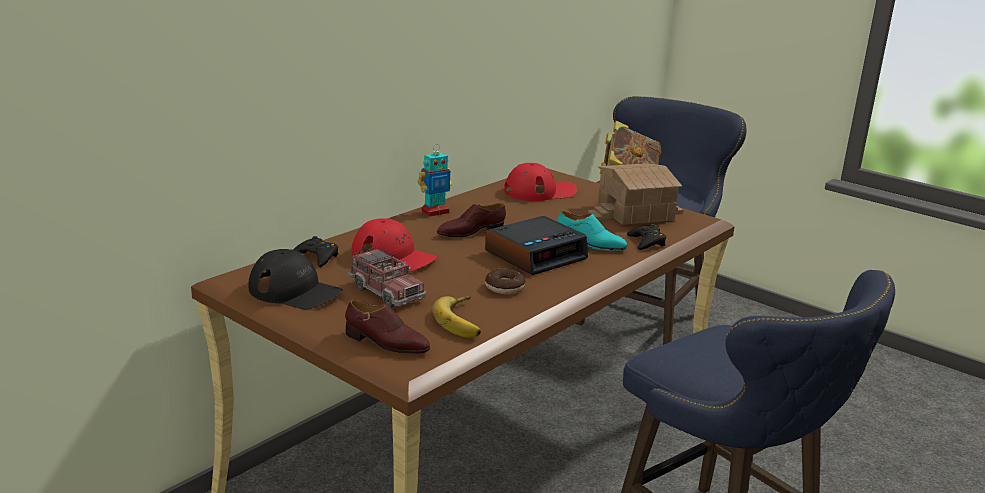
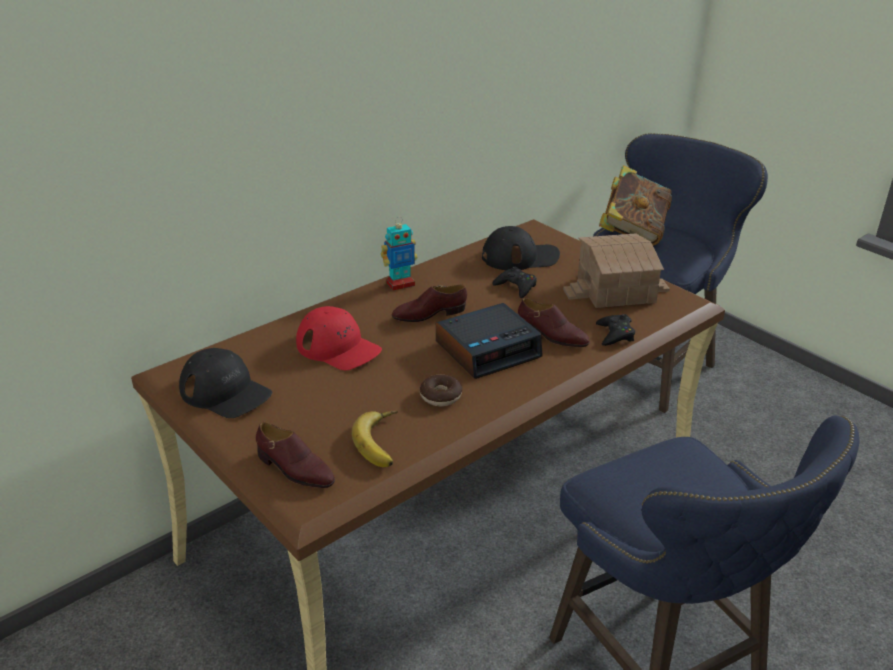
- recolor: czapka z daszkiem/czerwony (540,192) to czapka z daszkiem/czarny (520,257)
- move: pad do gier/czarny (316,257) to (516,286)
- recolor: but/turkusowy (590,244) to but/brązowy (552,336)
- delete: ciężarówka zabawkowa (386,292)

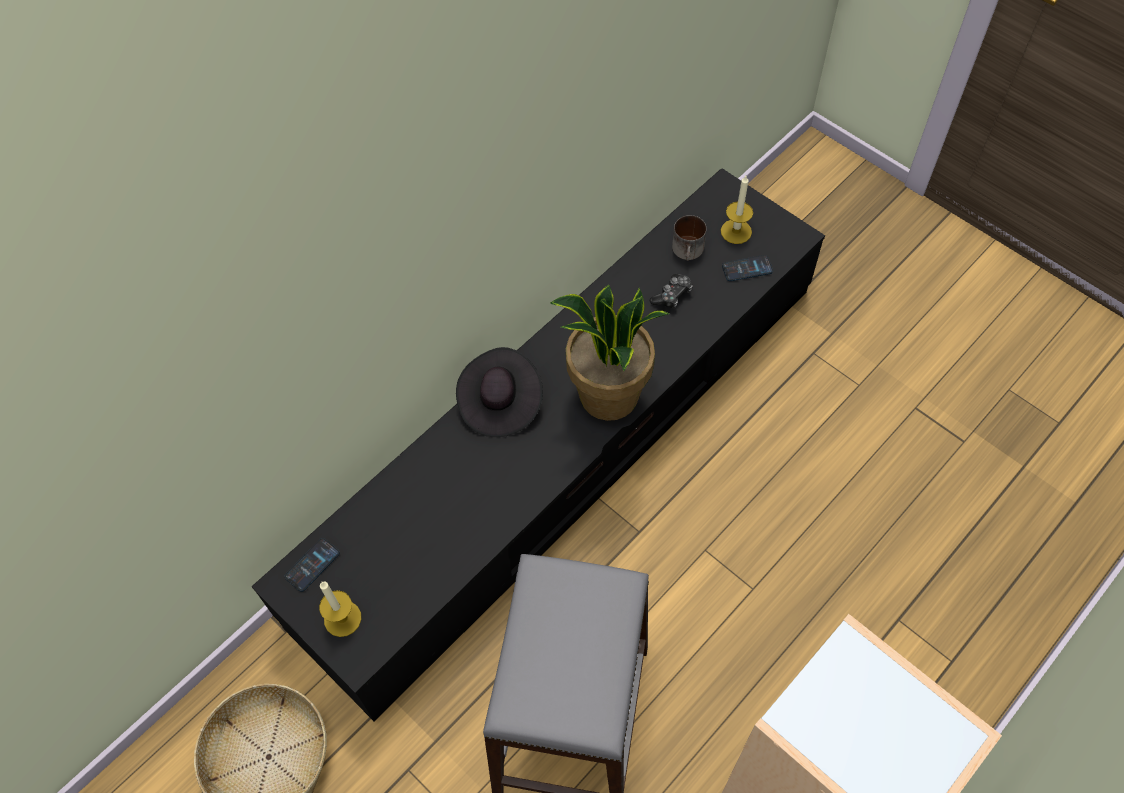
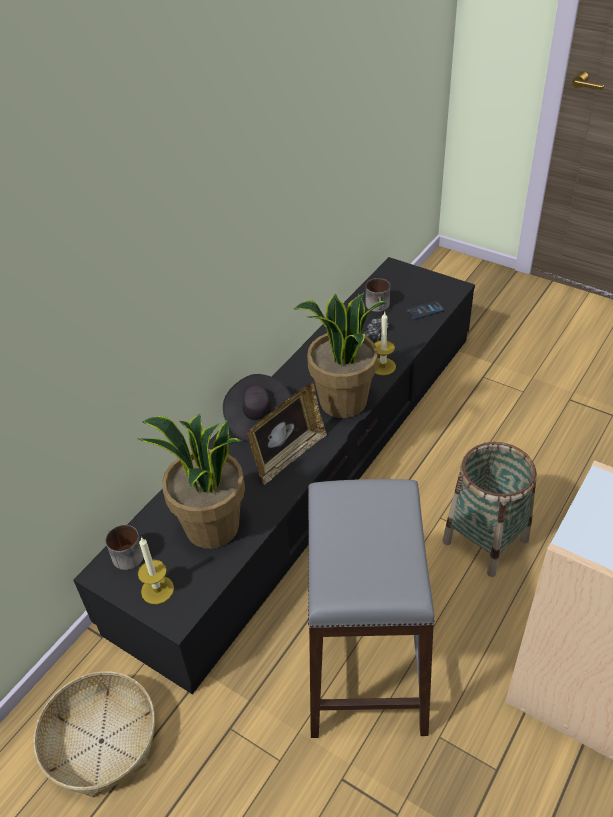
- replace: telefon (312,565) to kubek (124,554)
- insert: roślina doniczkowa (211,528)
- insert: ramka na zdjęcie (288,456)
- move: świeca (736,231) to (383,366)
- insert: koszyk (485,541)

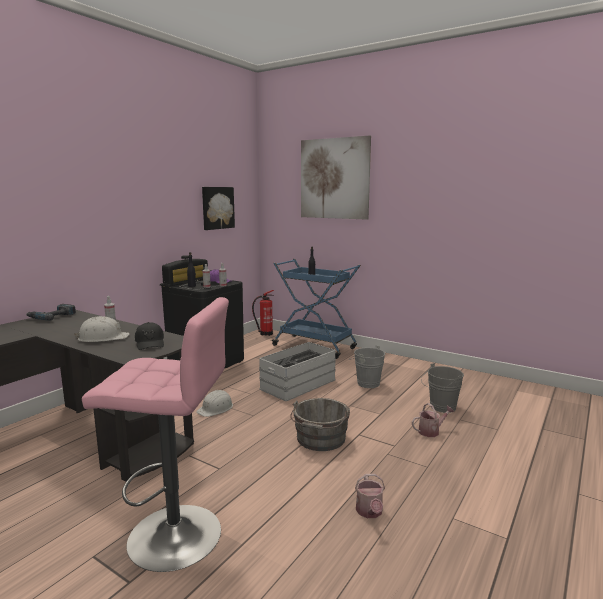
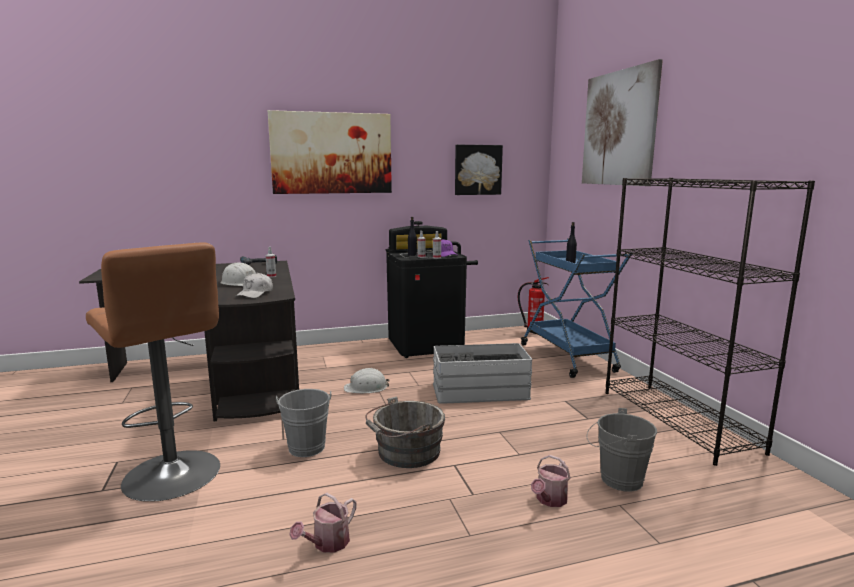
- recolor: stołek/różowy (175,537) to stołek/brązowy (171,475)
- recolor: czapka z daszkiem/czarny (150,343) to czapka z daszkiem/biały (255,294)
- insert: obraz (332,153)
- move: wiadro/szary (366,383) to (307,445)
- rotate: konewka (431,431) = (549,500) 105 degrees clockwise
- insert: regał/czarny (678,420)

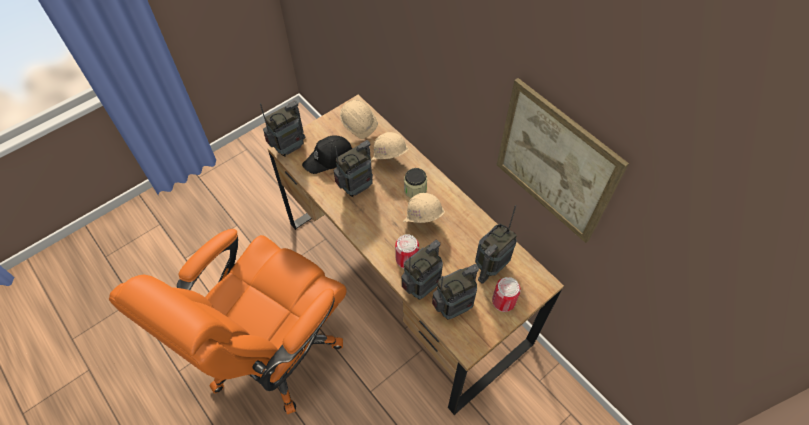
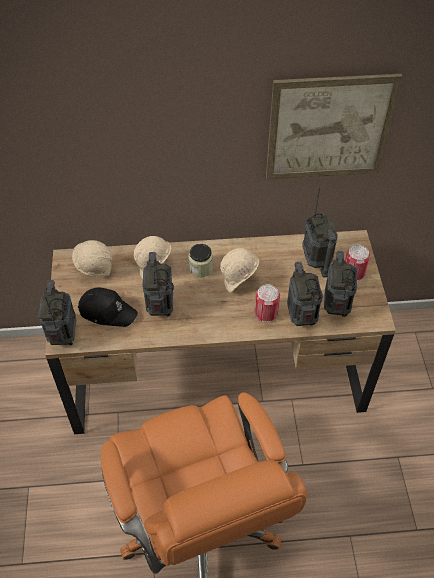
- rotate: czapka z daszkiem/czarny (329,158) = (107,311) 75 degrees counterclockwise

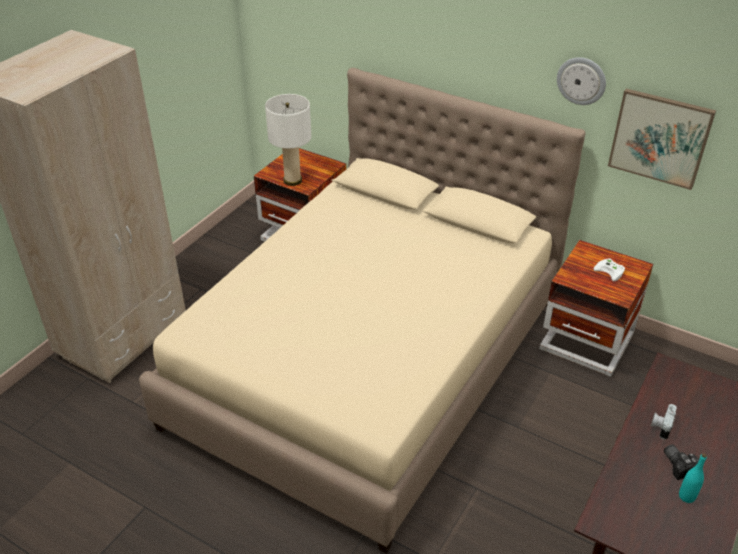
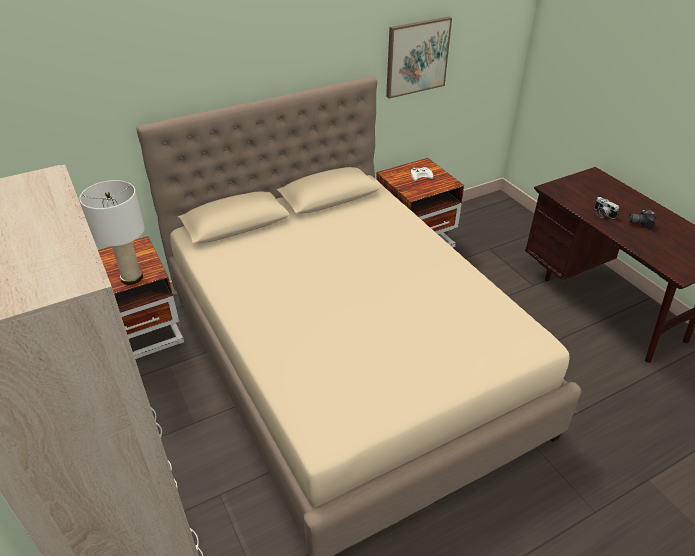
- delete: zegar ścienny (581,80)
- delete: butelka/turkusowy (686,496)

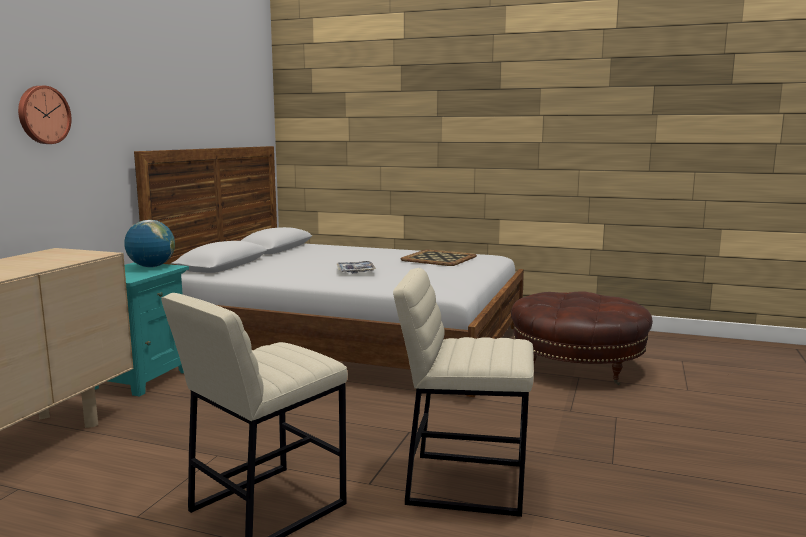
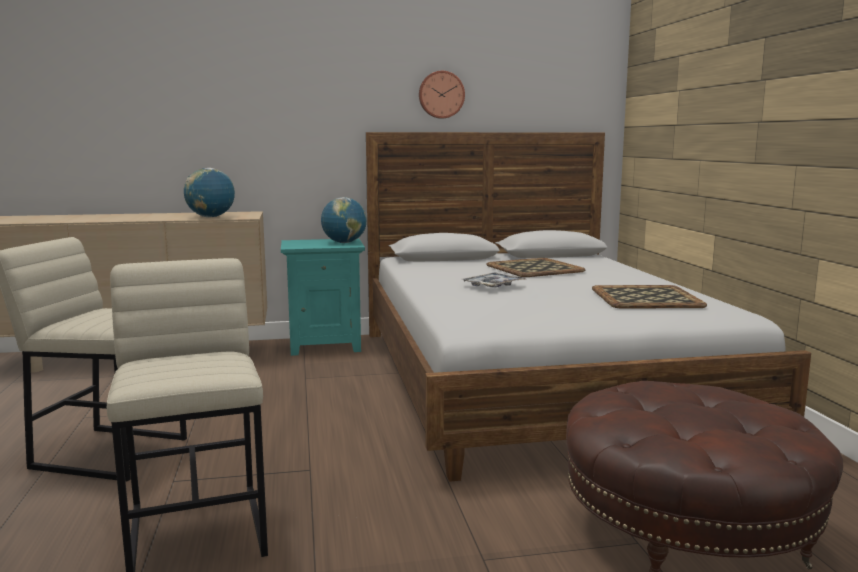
- insert: globus (210,217)
- move: zegar ścienny (43,115) to (441,94)
- insert: taca (533,268)

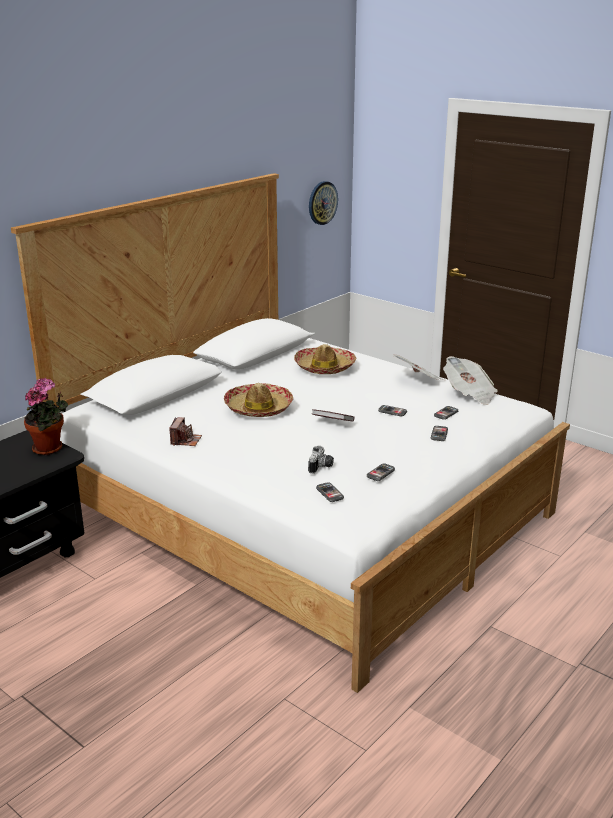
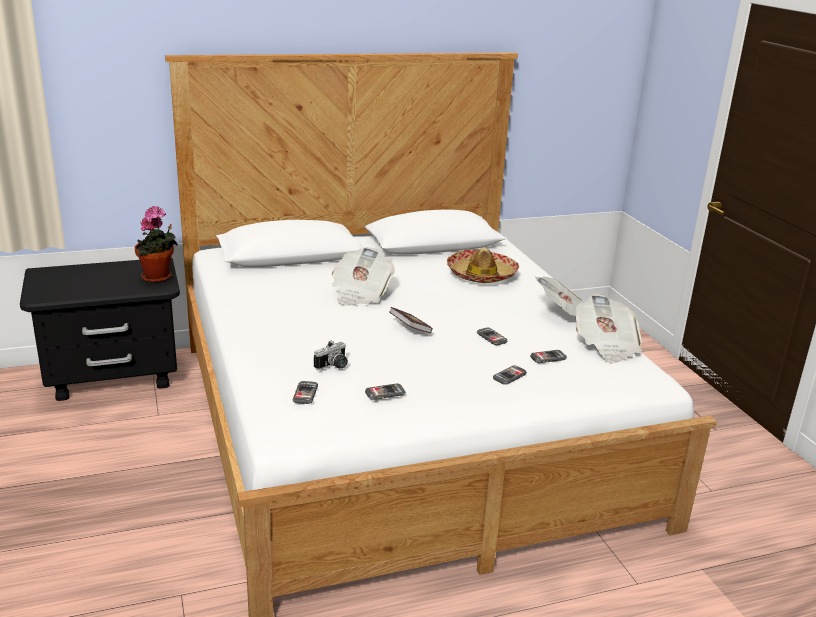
- replace: kapelusz (258,408) to gazeta (360,293)
- delete: aparat fotograficzny (185,440)
- delete: zegar ścienny (322,203)

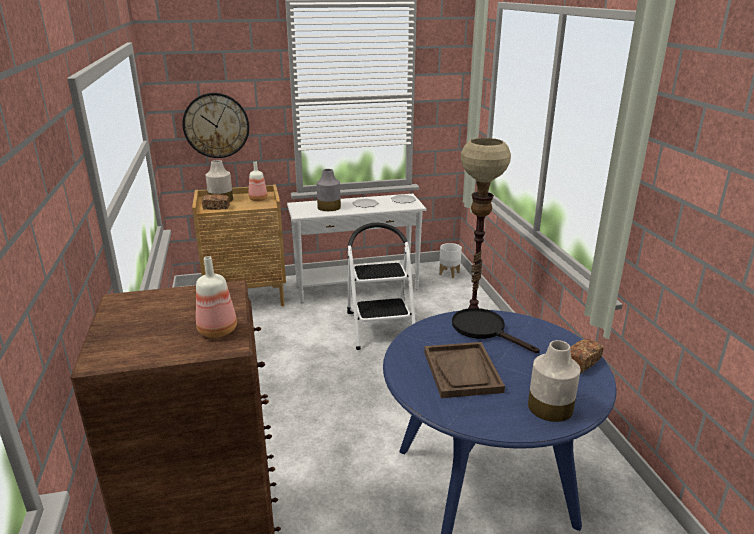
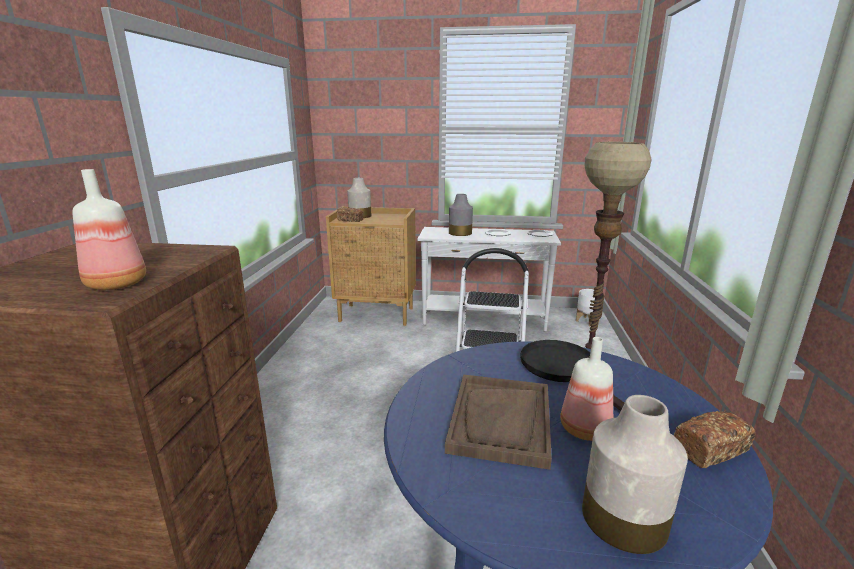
- move: butelka (259,199) to (586,430)
- delete: zegar ścienny (216,125)

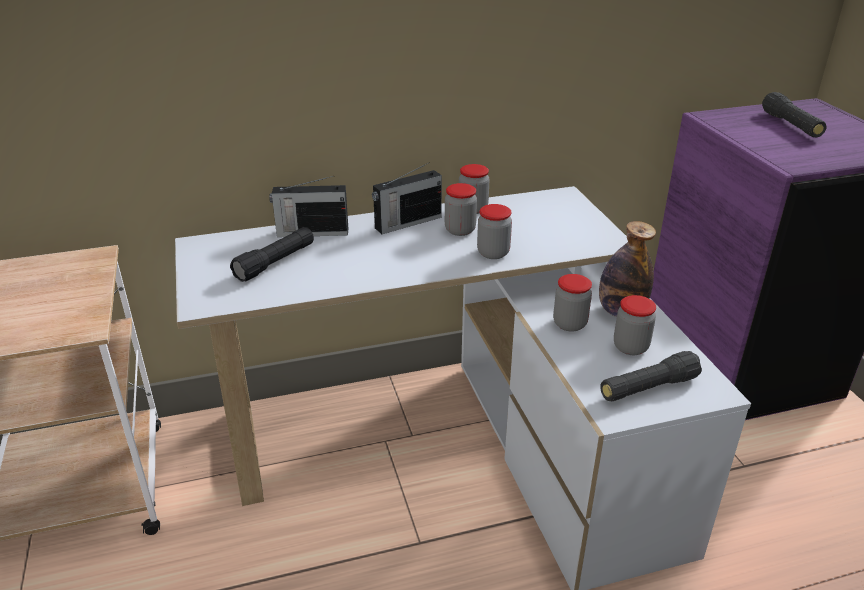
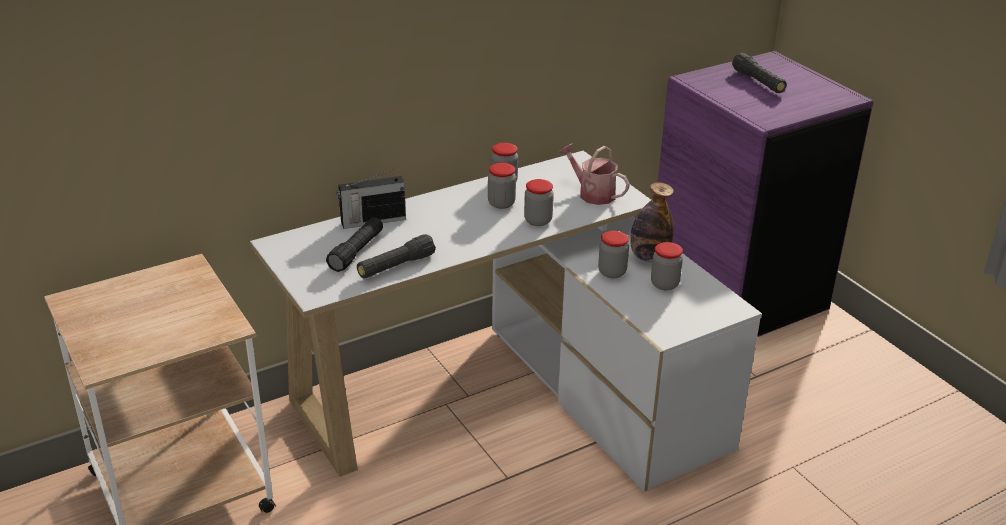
- move: latarka/czarny (648,388) to (396,266)
- insert: konewka (592,193)
- delete: radio (407,223)

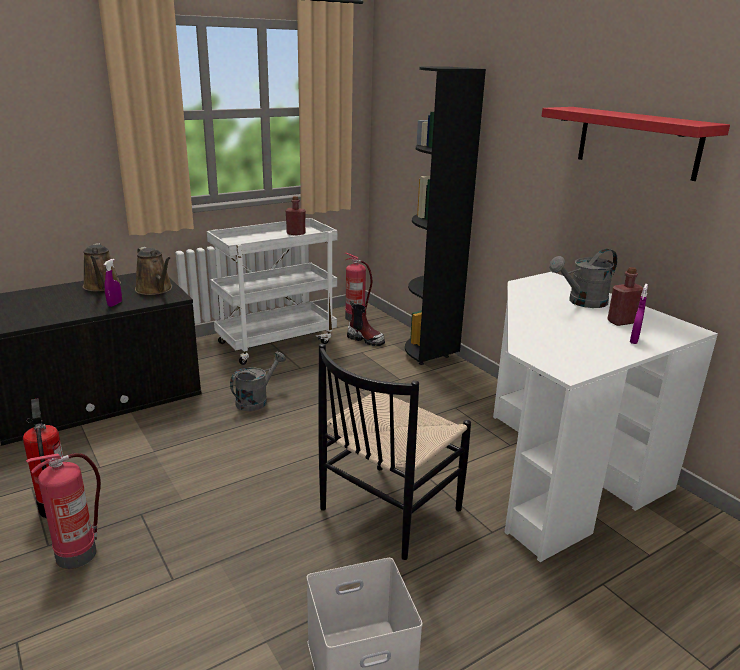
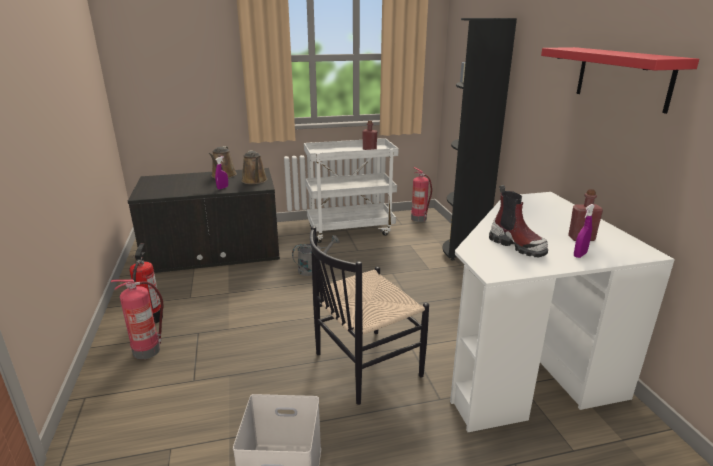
- move: but z cholewką (366,339) to (517,245)
- delete: konewka/szary (582,302)

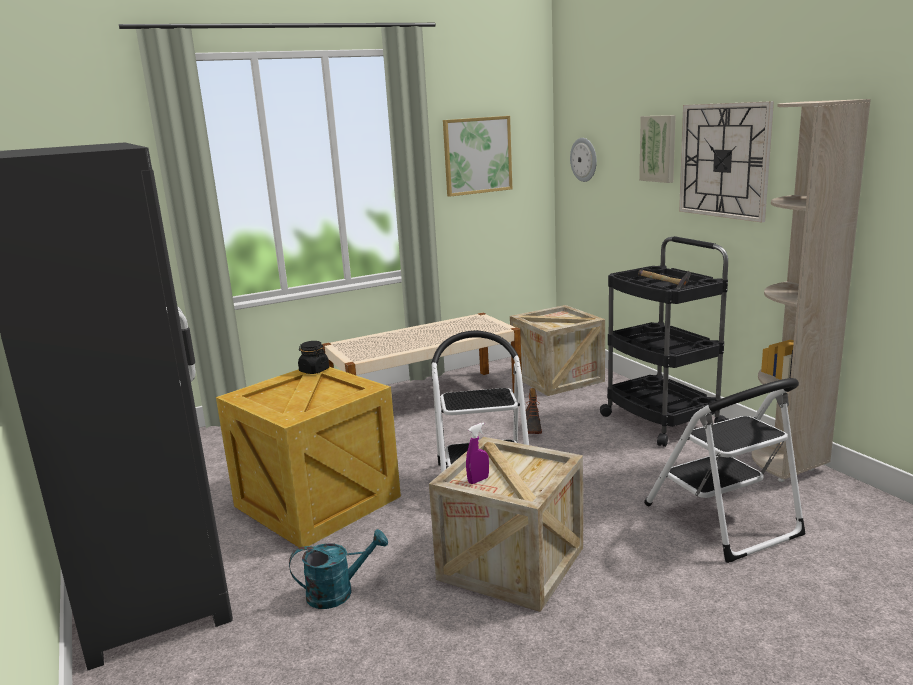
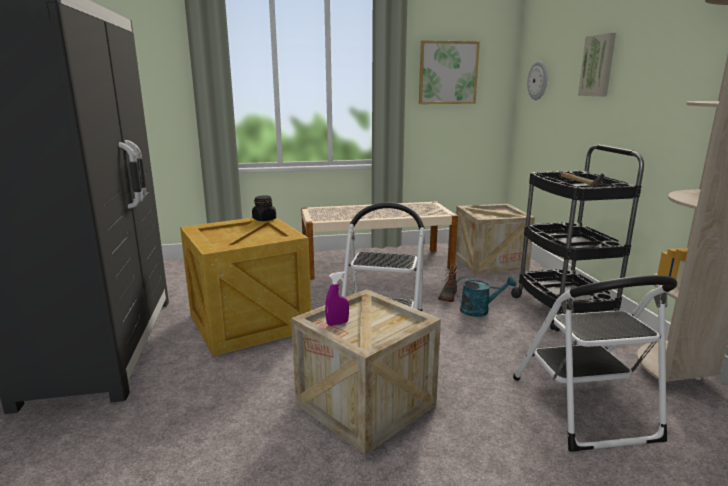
- move: konewka/turkusowy (338,592) to (480,310)
- delete: zegar ścienny (724,160)

